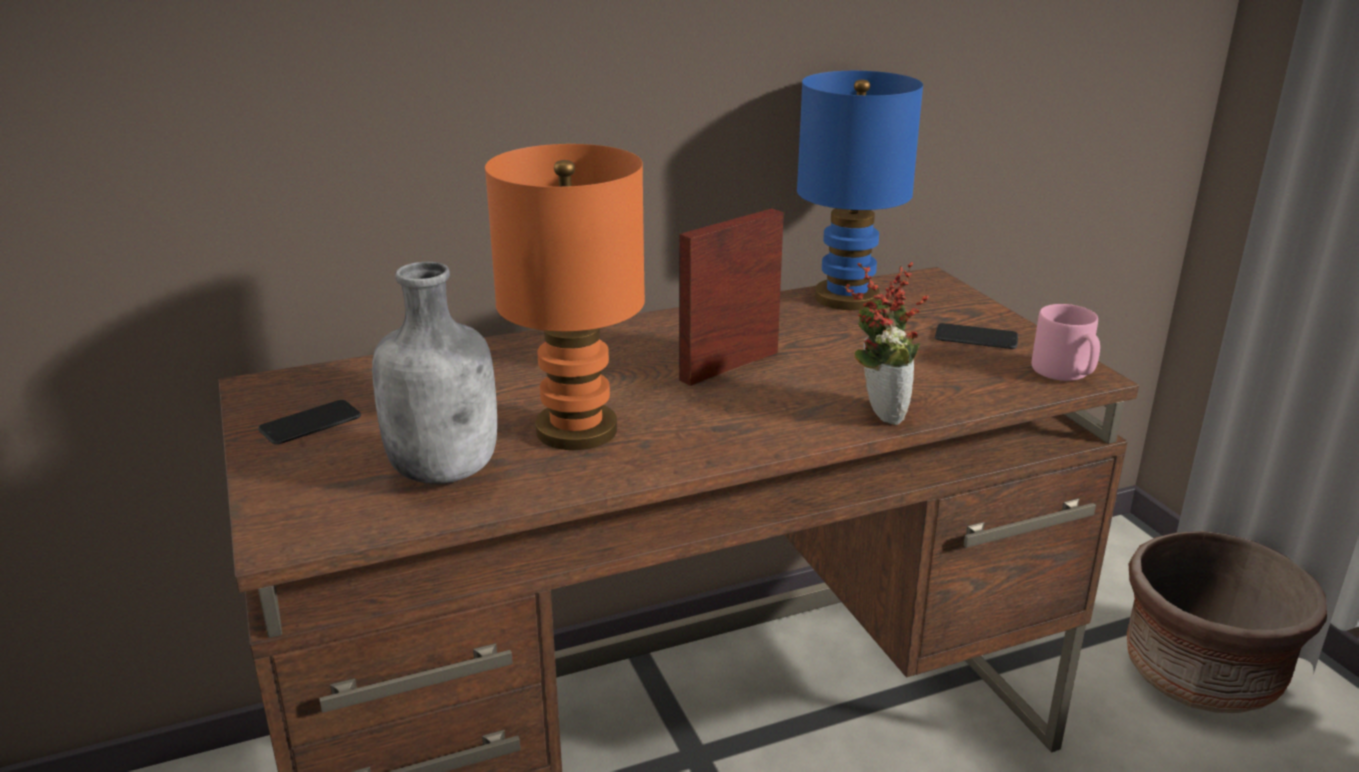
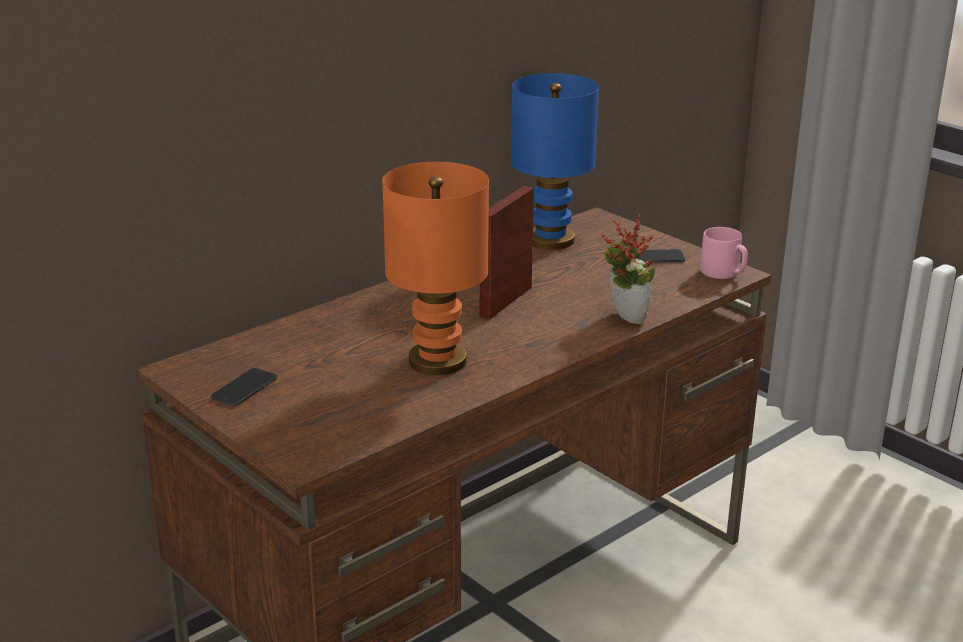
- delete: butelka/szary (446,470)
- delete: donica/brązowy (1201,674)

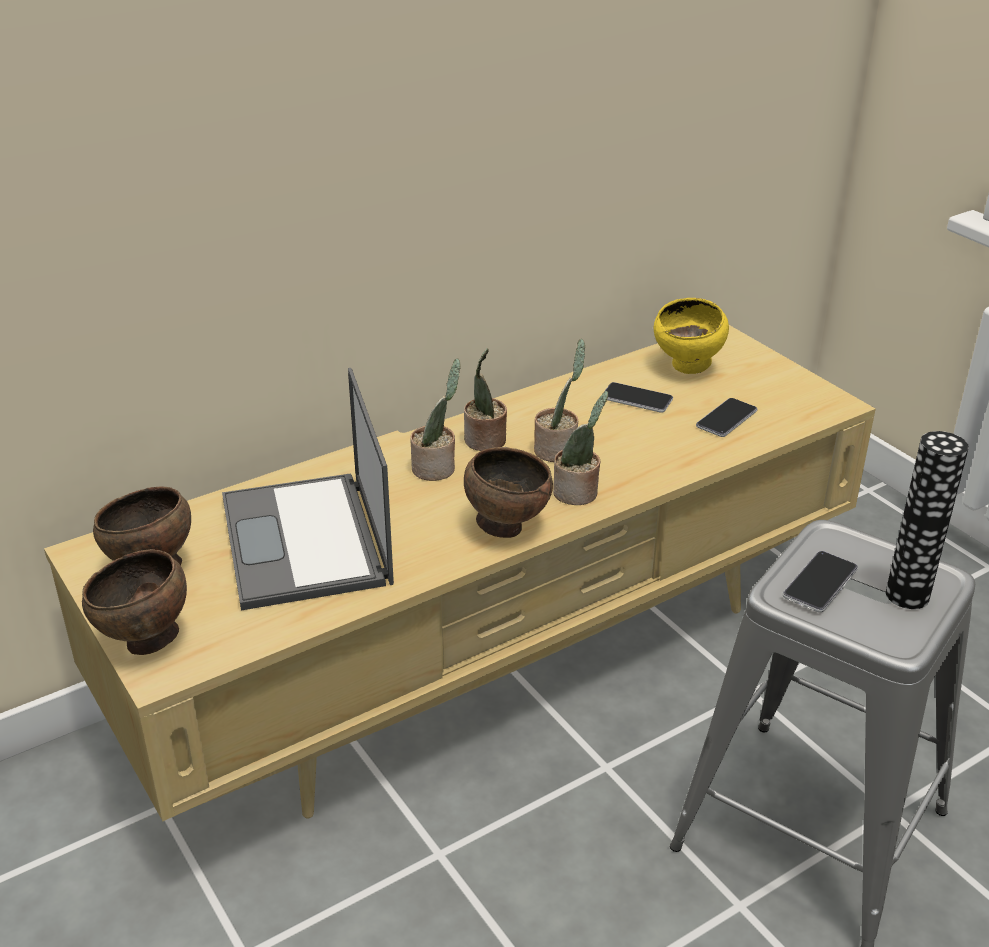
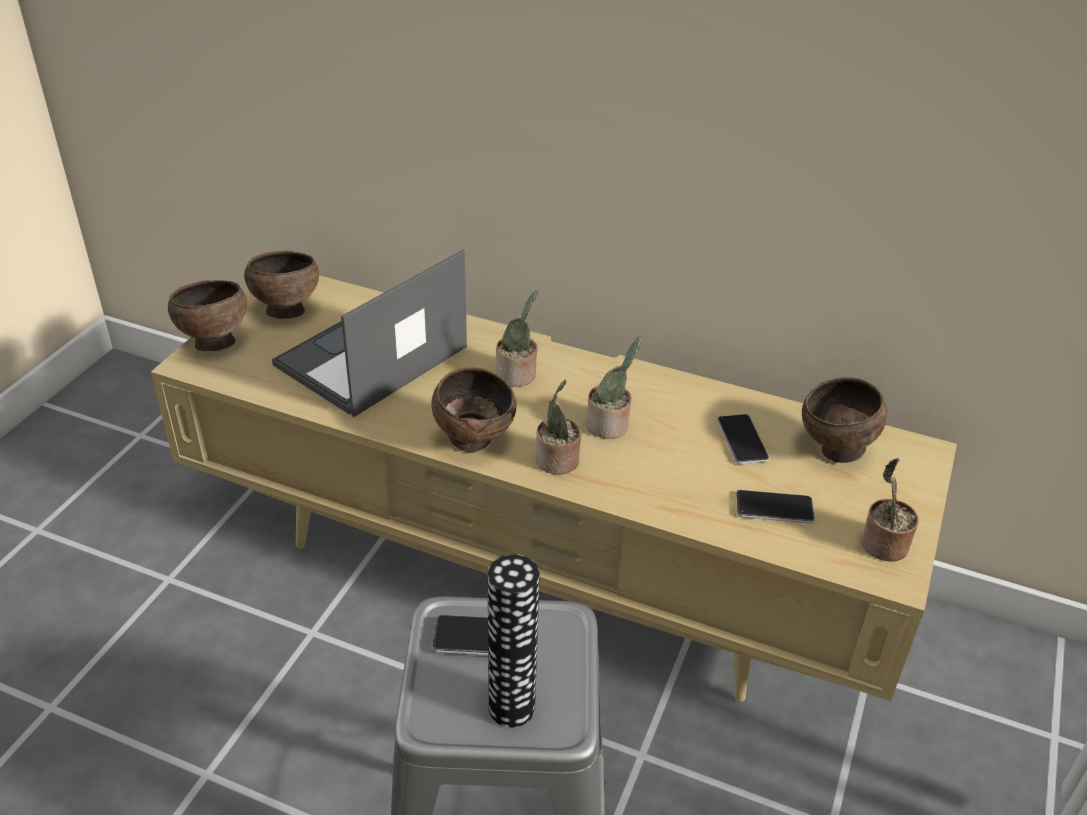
- recolor: miska/żółty (688,368) to miska/brązowy (835,452)
- move: roślina doniczkowa (485,442) to (882,546)

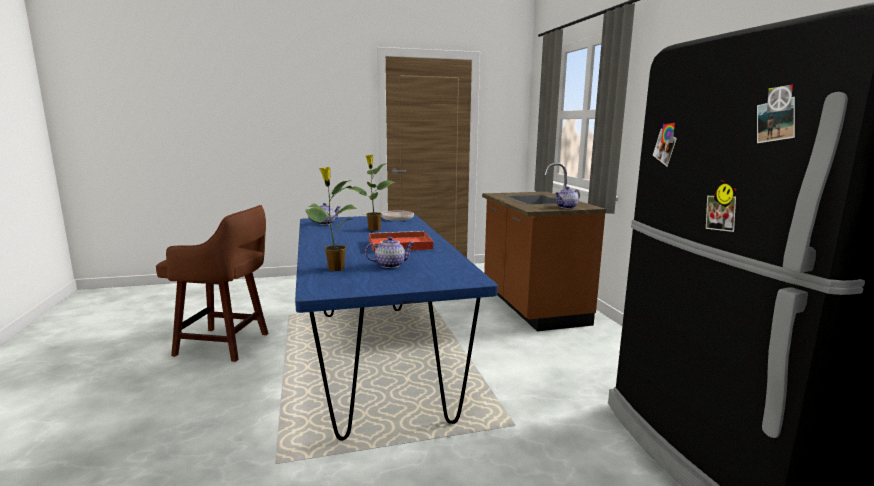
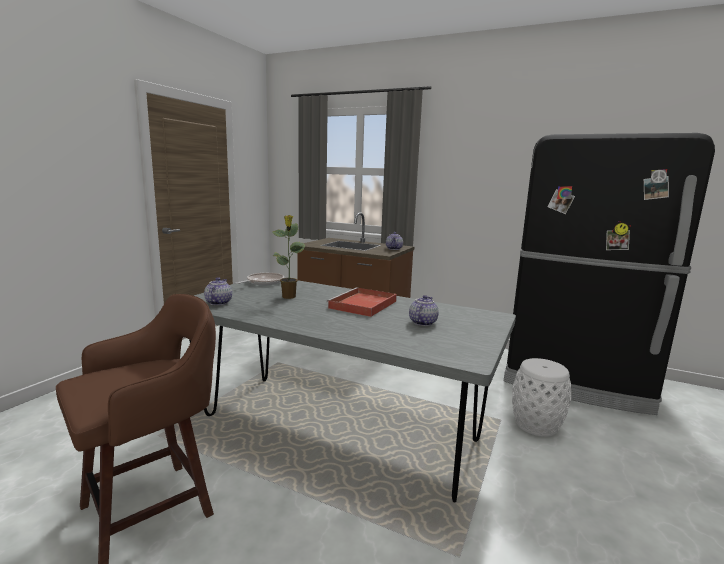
- recolor: stół jadalny/niebieski (375,358) to stół jadalny/szary (337,428)
- insert: stołek/biały (536,425)
- delete: roślina doniczkowa (335,268)

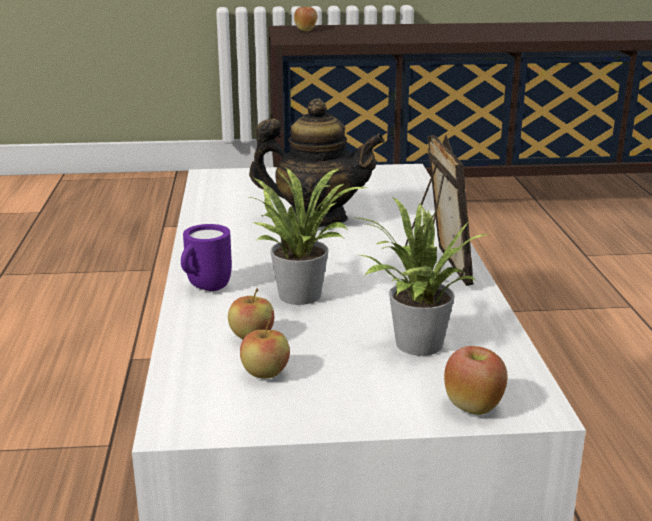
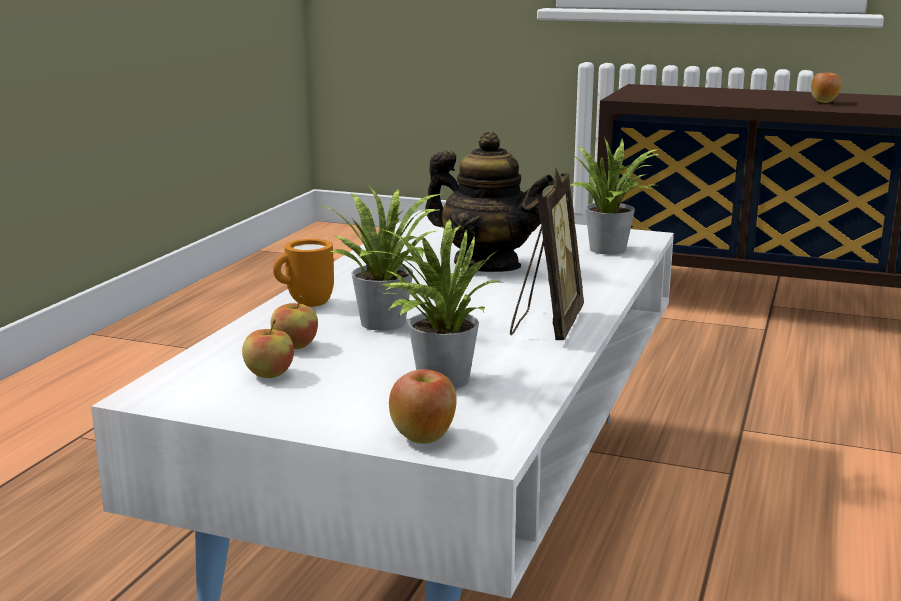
- recolor: kubek/fioletowy (205,289) to kubek/pomarańczowy (304,304)
- insert: roślina doniczkowa (613,249)
- move: jabłko (306,30) to (824,102)

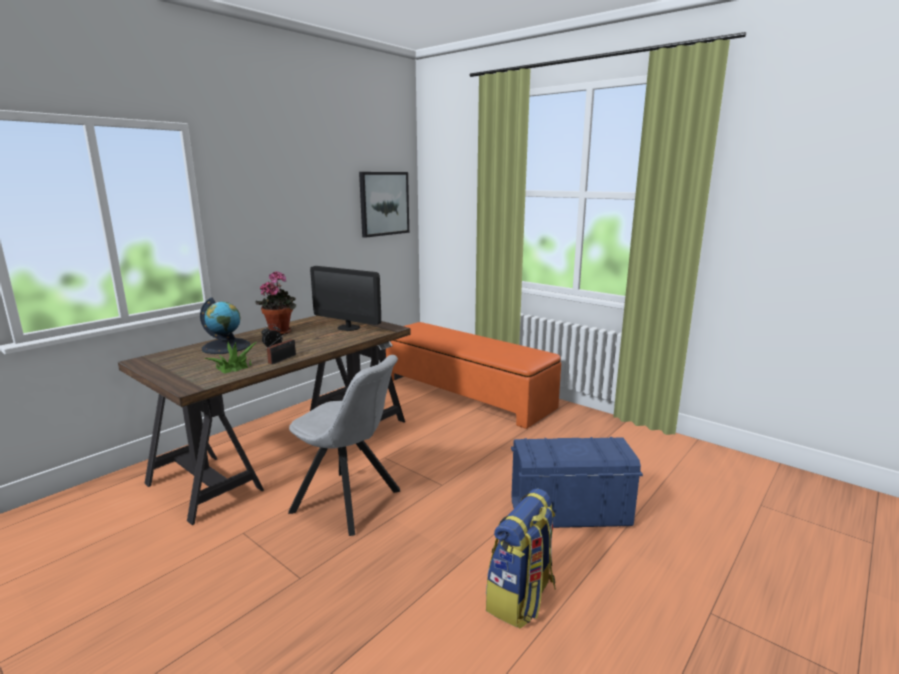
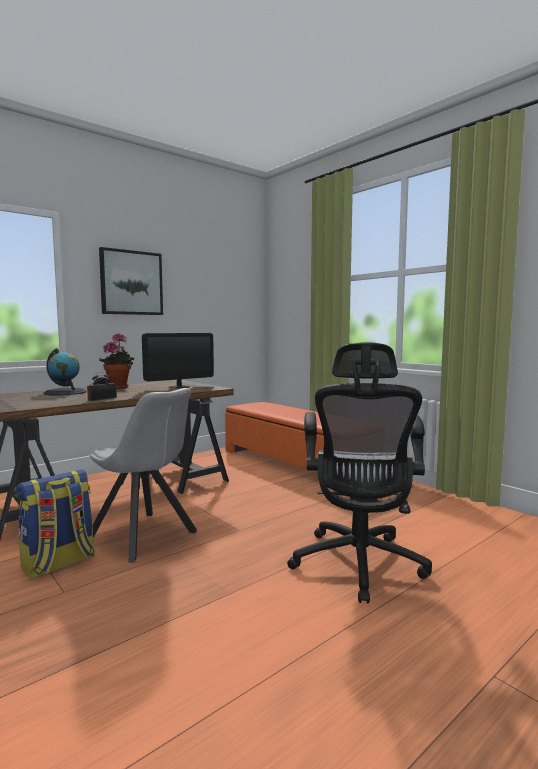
- move: plecak (521,599) to (58,564)
- move: obraz (384,203) to (131,283)
- rotate: monitor (348,327) = (179,387) 75 degrees counterclockwise
- replace: pojemnik do przechowywania/niebieski (568,513) to krzesło biurowe (358,564)
- delete: roślina doniczkowa (234,367)

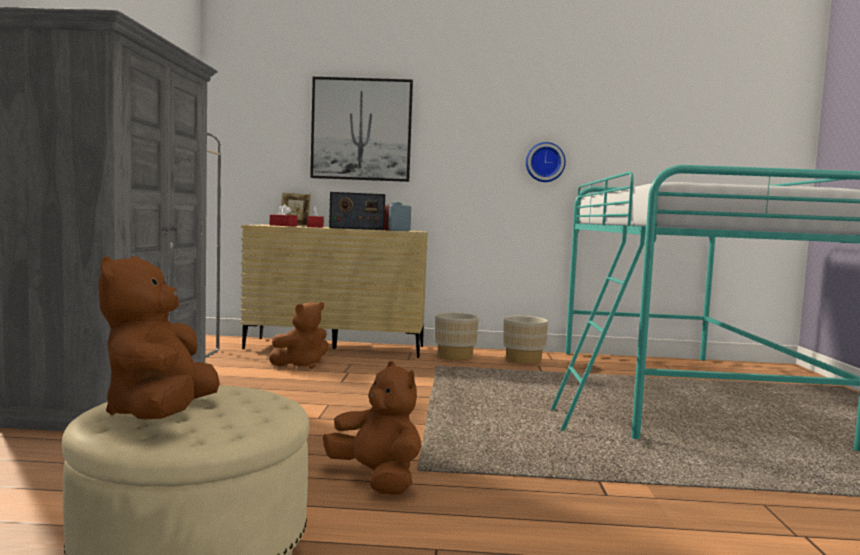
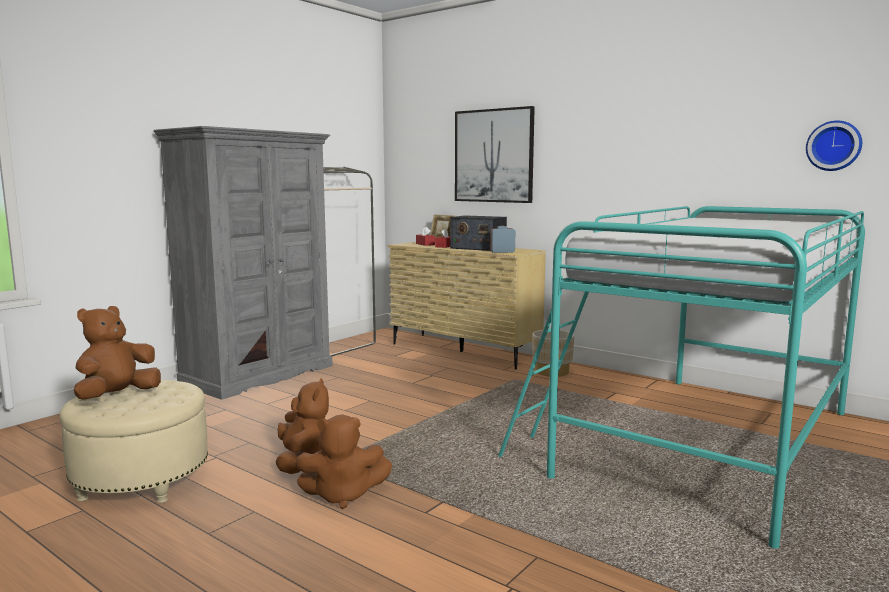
- move: pluszak/brązowy (301,364) to (343,495)
- move: zegar ścienny (545,162) to (834,146)
- delete: donica/beżowy (523,360)

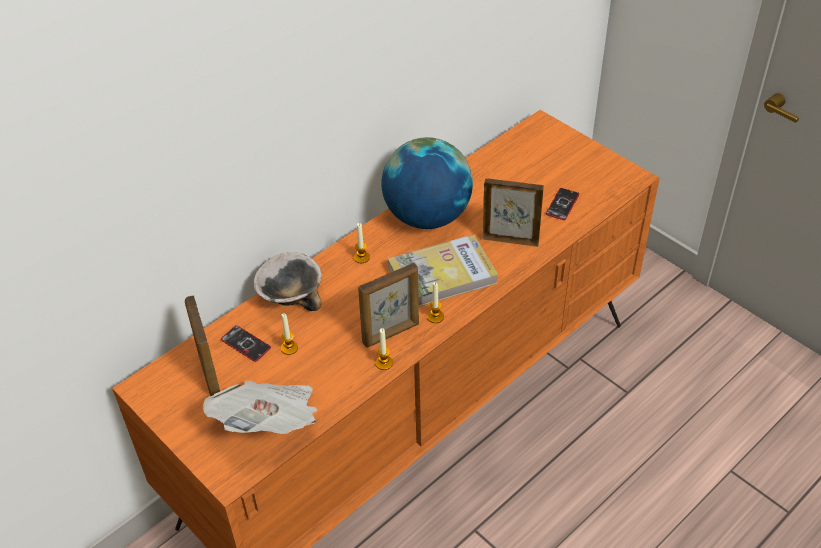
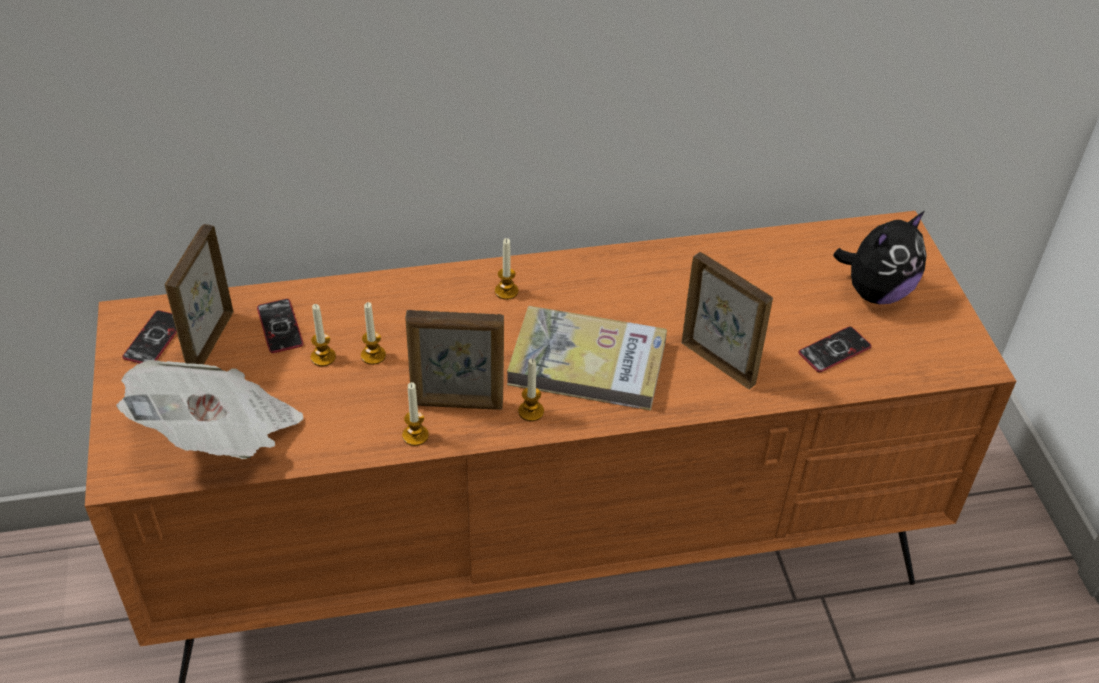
- insert: telefon (155,339)
- insert: świeca (373,355)
- insert: pluszak (875,292)
- delete: miska (290,297)
- delete: globus (427,216)

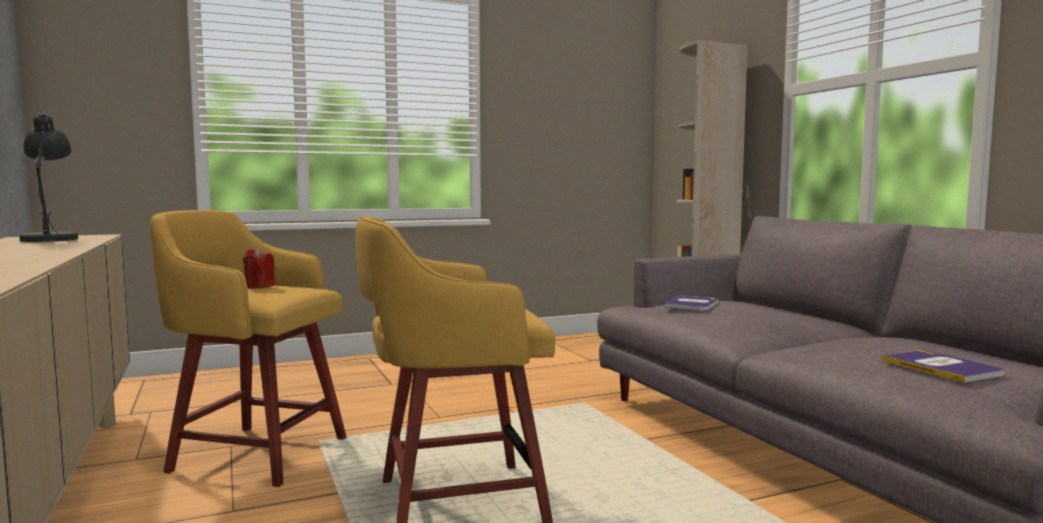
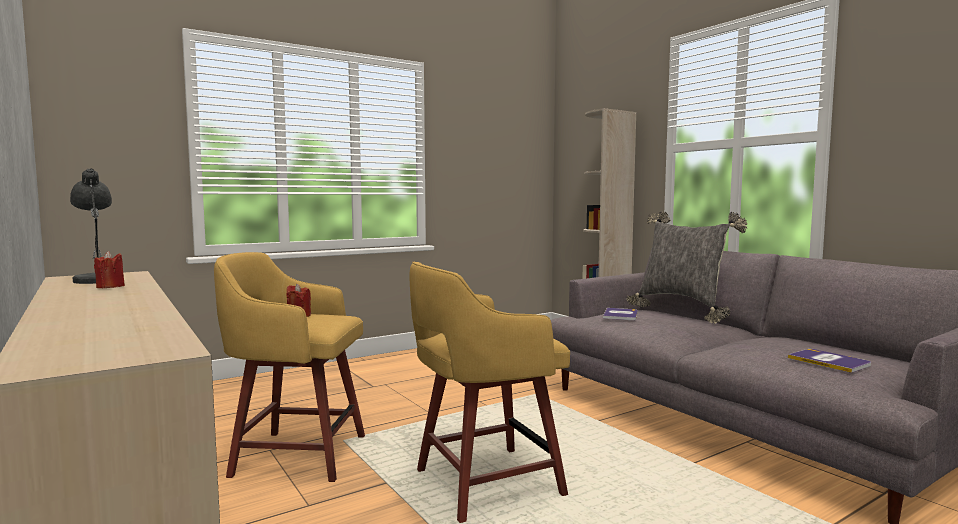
- insert: świeca/czerwony (110,287)
- insert: poduszka (683,314)

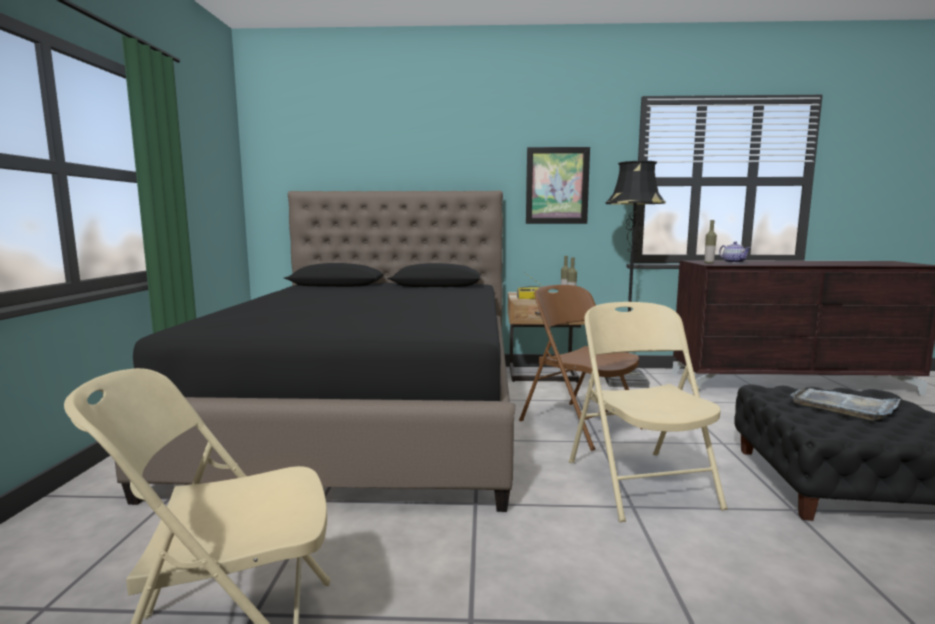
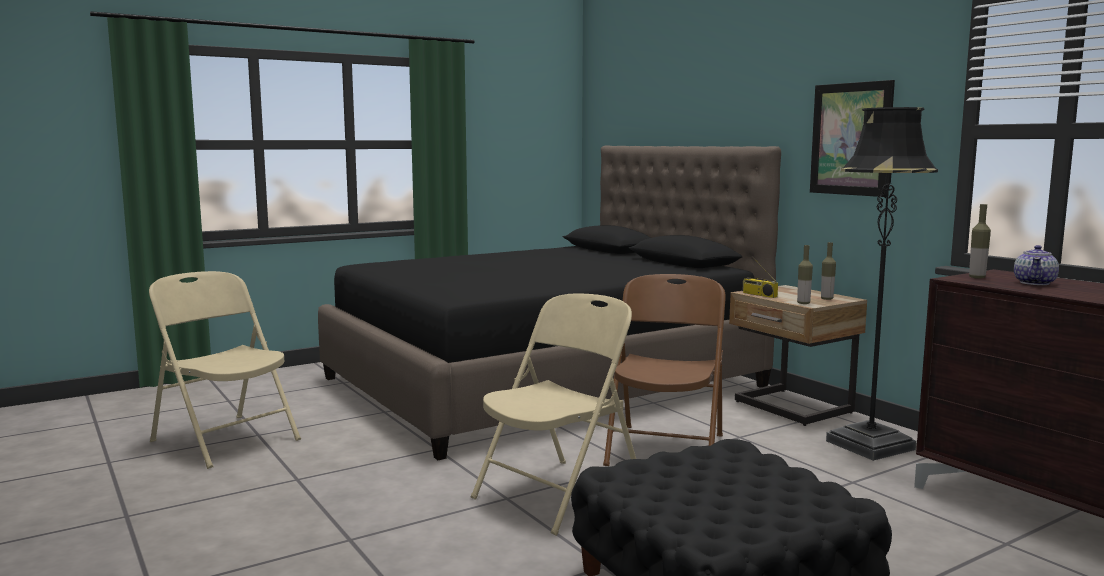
- delete: taca/szary (844,405)

